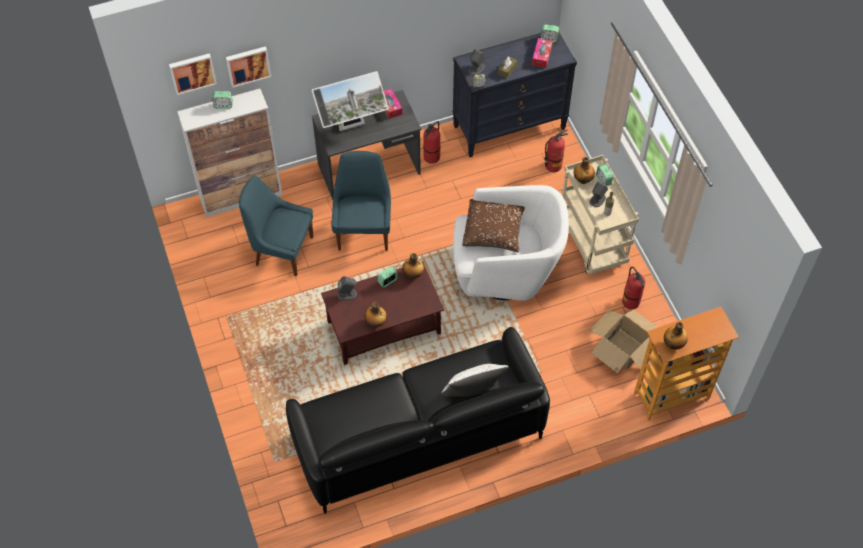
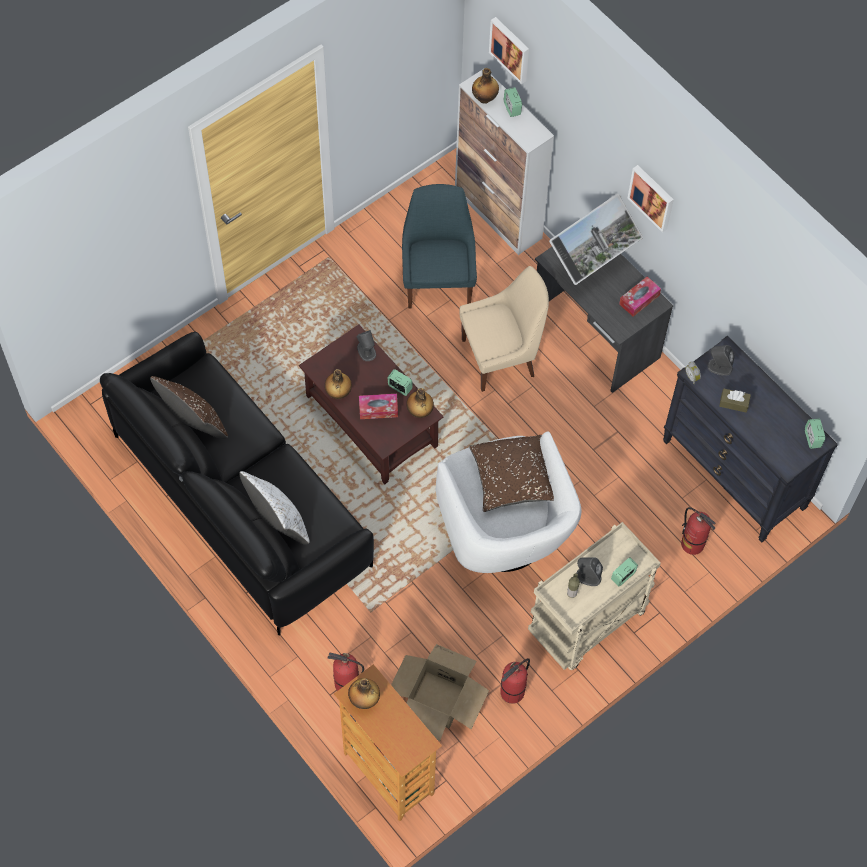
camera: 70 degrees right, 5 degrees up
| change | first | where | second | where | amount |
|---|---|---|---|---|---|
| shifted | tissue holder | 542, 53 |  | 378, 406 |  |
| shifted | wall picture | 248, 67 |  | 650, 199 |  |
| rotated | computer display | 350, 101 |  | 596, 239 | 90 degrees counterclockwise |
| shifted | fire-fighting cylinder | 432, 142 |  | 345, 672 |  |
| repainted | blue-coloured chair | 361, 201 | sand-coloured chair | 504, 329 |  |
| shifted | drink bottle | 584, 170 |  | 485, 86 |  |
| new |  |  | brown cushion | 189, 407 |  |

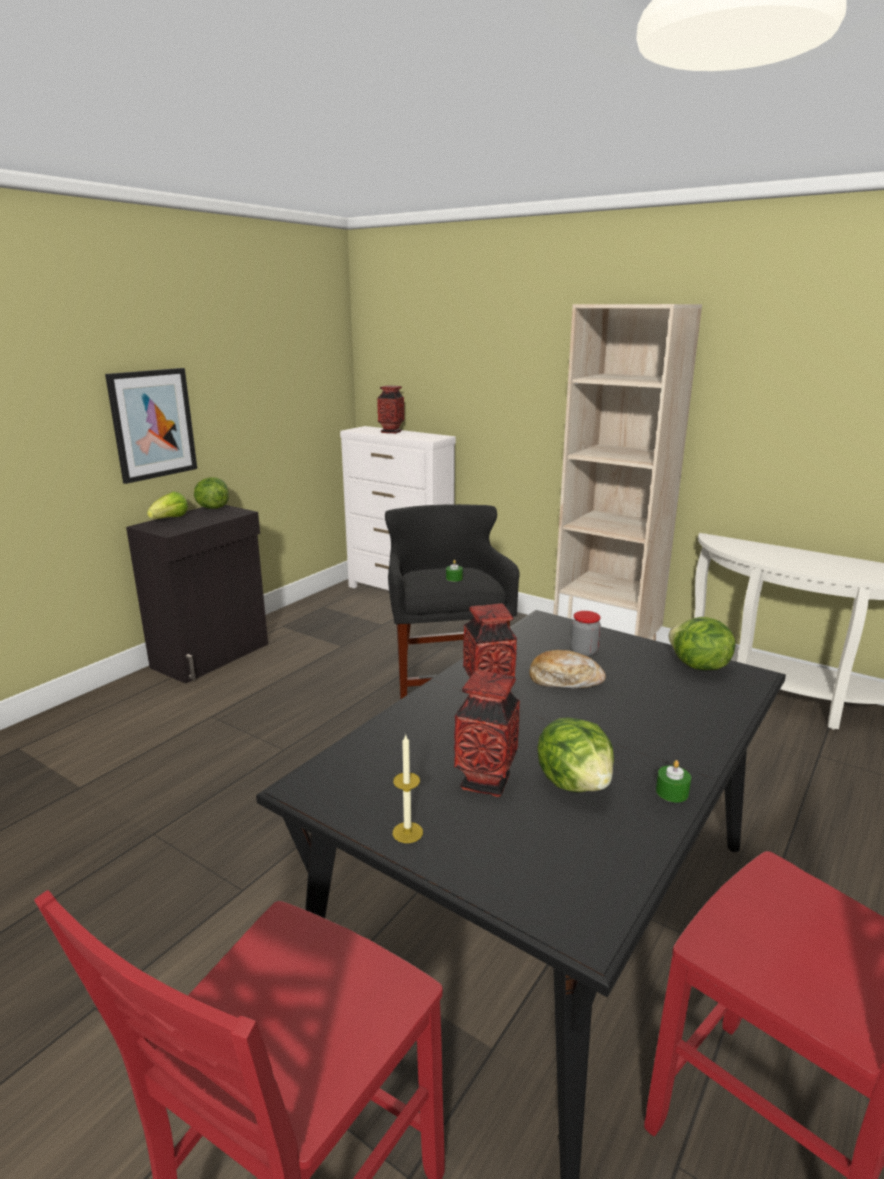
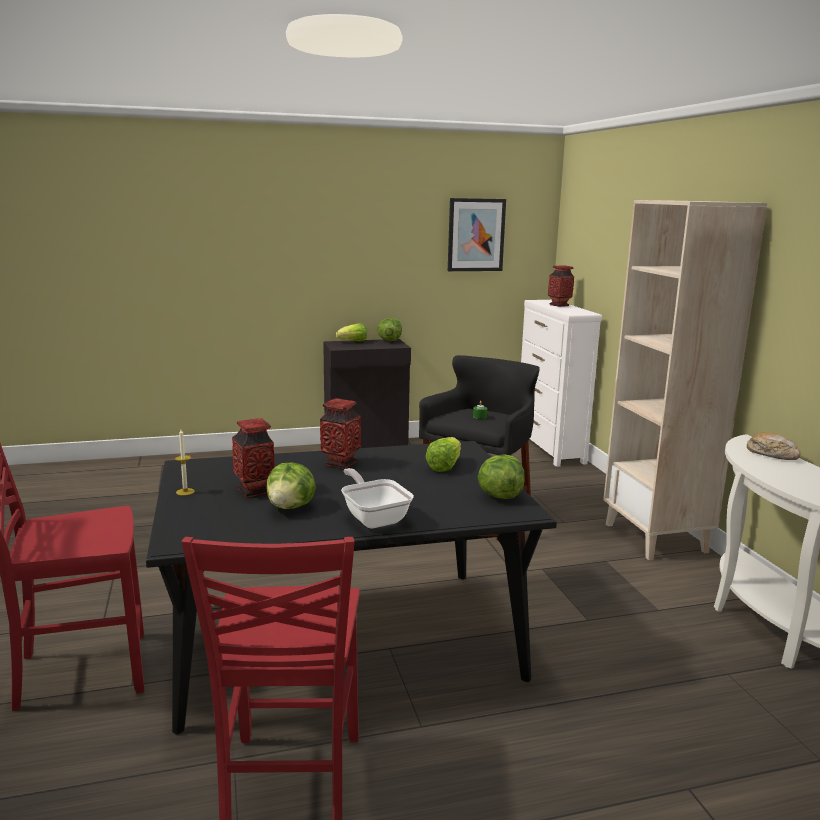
camera: 40 degrees right, 5 degrees down
| change | first | where | second | where | amount |
|---|---|---|---|---|---|
| shifted | wall picture | 151, 426 |  | 477, 234 |  |
| swapped | storage jar | 586, 634 | lettuce head | 443, 454 |  |
| shifted | bakery bread | 567, 669 |  | 774, 446 |  |
| gone | greenish wax light | 673, 781 |  |  |  |
| new |  |  | skillet | 377, 498 |  |

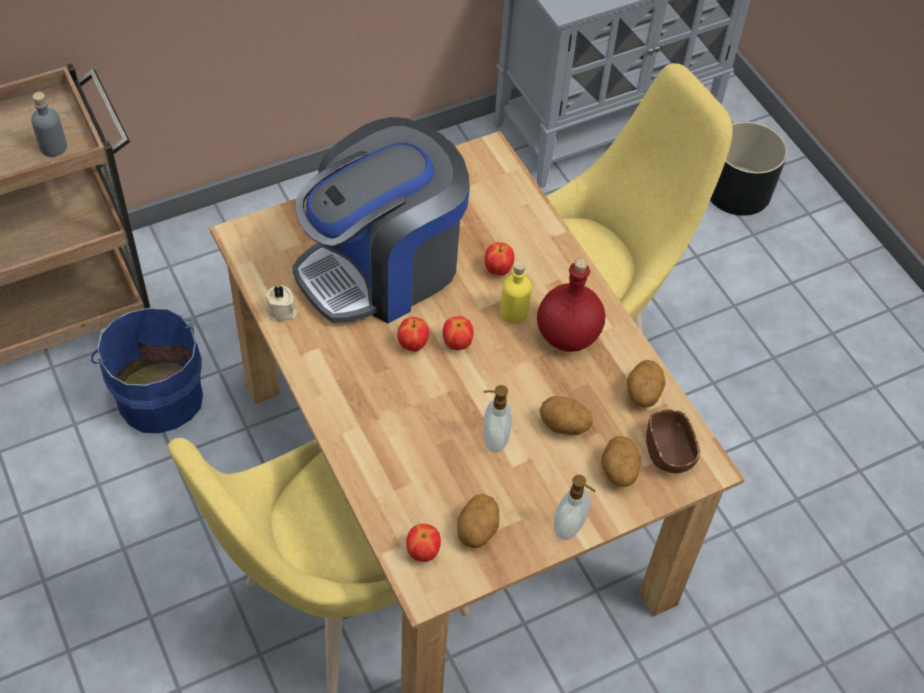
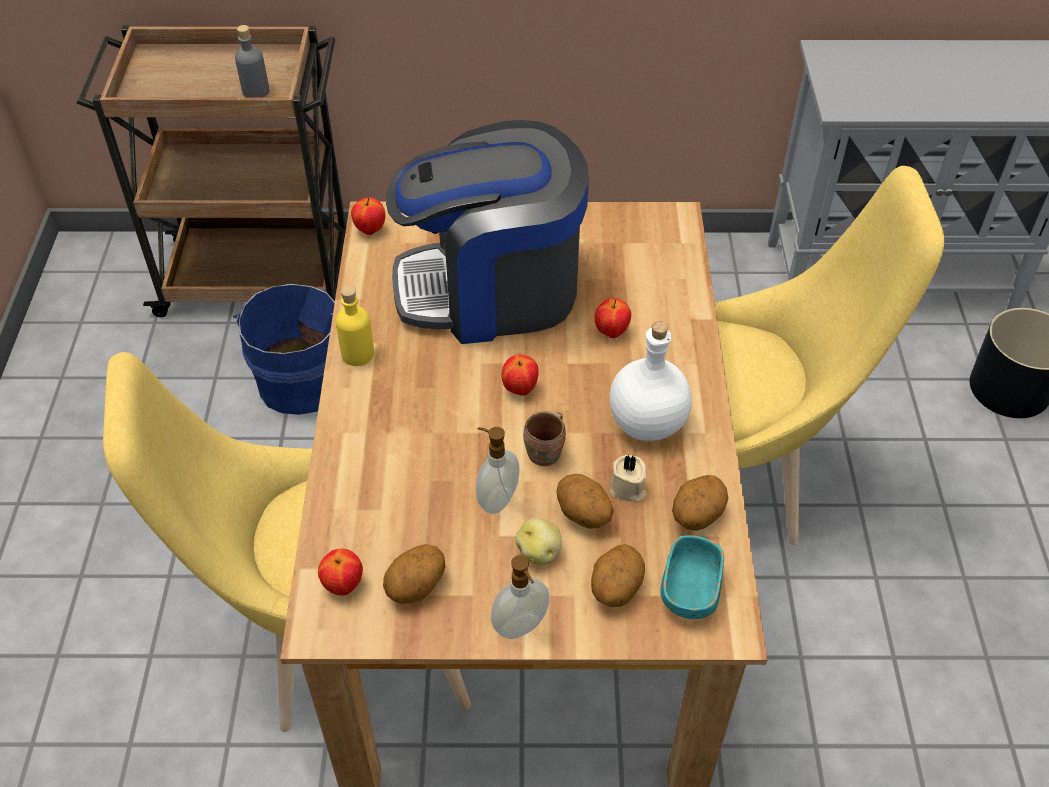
camera: 30 degrees right, 5 degrees down
| change | first | where | second | where | amount |
|---|---|---|---|---|---|
| repainted | red drink bottle | 571, 305 | white drink bottle | 650, 381 |  |
| shifted | yellow-coloured drink bottle | 516, 292 |  | 354, 326 |  |
| shifted | sand-coloured wax light | 282, 303 |  | 628, 479 |  |
| shifted | apple | 413, 334 |  | 368, 216 |  |
| repainted | brown serving bowl | 673, 441 | blue-green serving bowl | 692, 577 |  |
| new |  |  | brown coffee mug | 544, 439 |  |
| new |  |  | whole potato | 538, 541 |  |

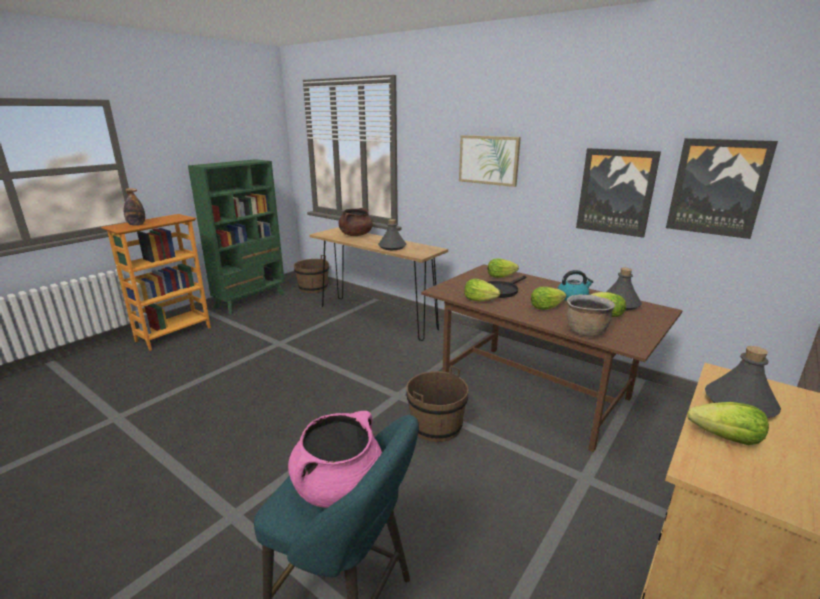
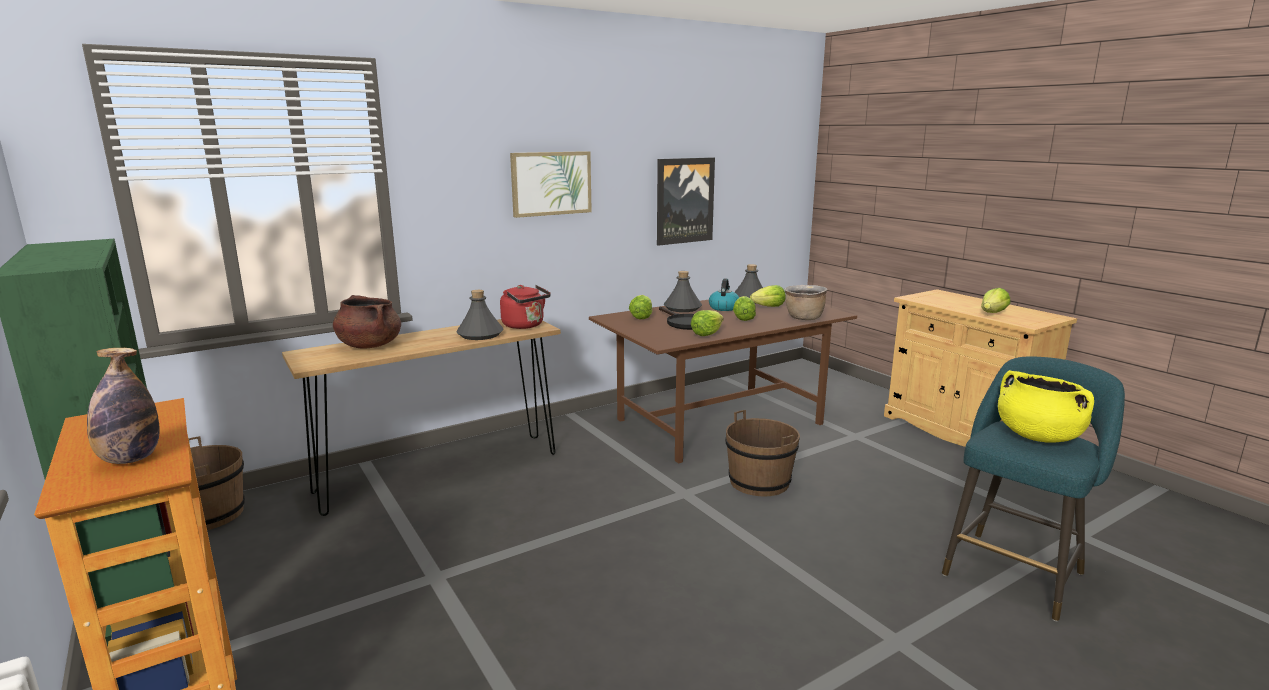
camera: 70 degrees left, 5 degrees down
| change | first | where | second | where | amount |
|---|---|---|---|---|---|
| gone | wall picture | 722, 188 |  |  |  |
| shifted | greyish drink bottle | 743, 382 |  | 683, 291 |  |
| repainted | pinkish stockpot | 335, 459 | yellow-coloured stockpot | 1046, 406 |  |
| new |  |  | red water kettle | 525, 307 |  |

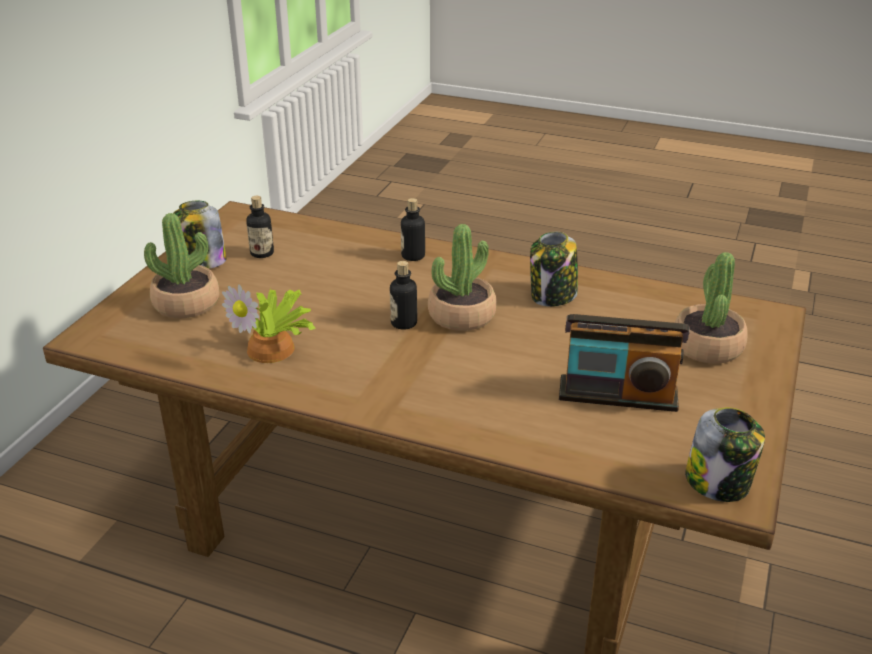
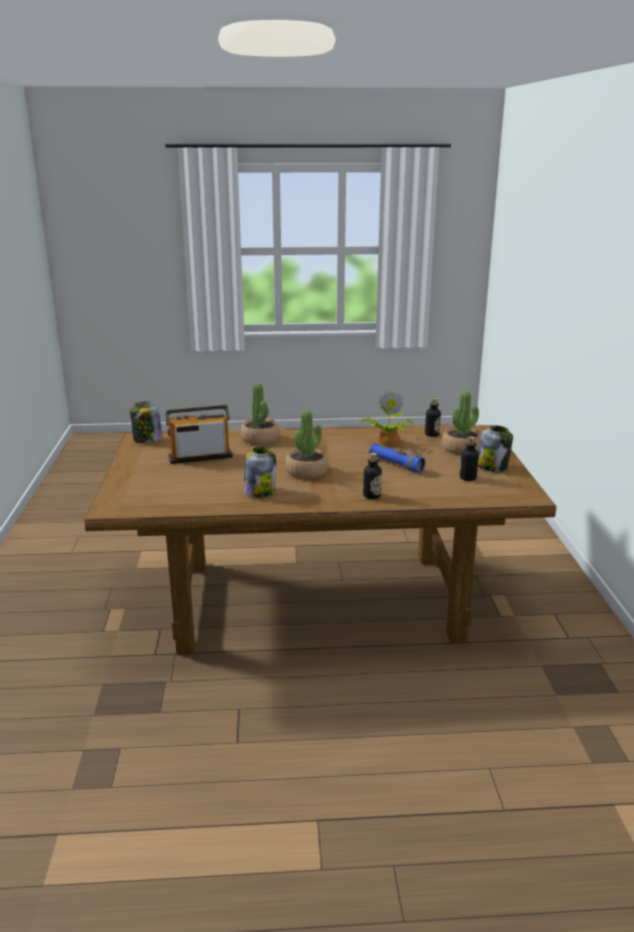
camera: 155 degrees right, 10 degrees down
| change | first | where | second | where | amount |
|---|---|---|---|---|---|
| shifted | potted plant | 711, 308 |  | 260, 414 |  |
| shifted | drink bottle | 403, 295 |  | 433, 417 |  |
| new |  |  | blue-coloured hand torch | 397, 458 |  |

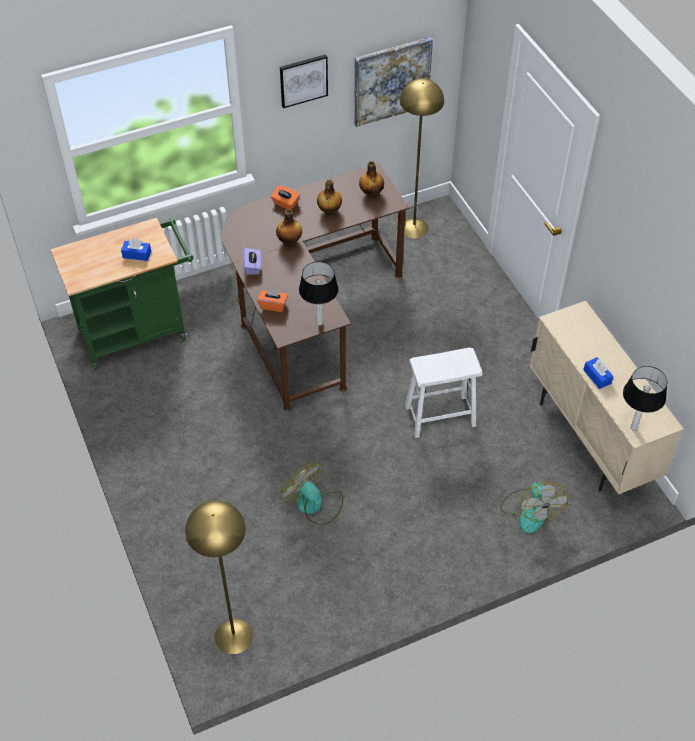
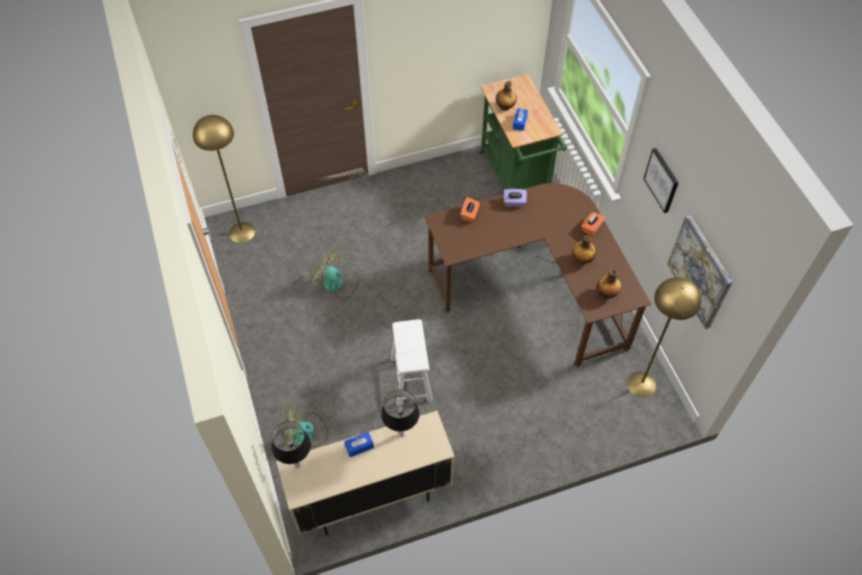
camera: 95 degrees right, 5 degrees up
| change | first | where | second | where | amount |
|---|---|---|---|---|---|
| shifted | drink bottle | 289, 227 |  | 506, 96 |  |
| shifted | lamp for a table | 318, 294 |  | 400, 413 |  |
| rotated | fan | 312, 493 |  | 335, 274 | 105 degrees counterclockwise |

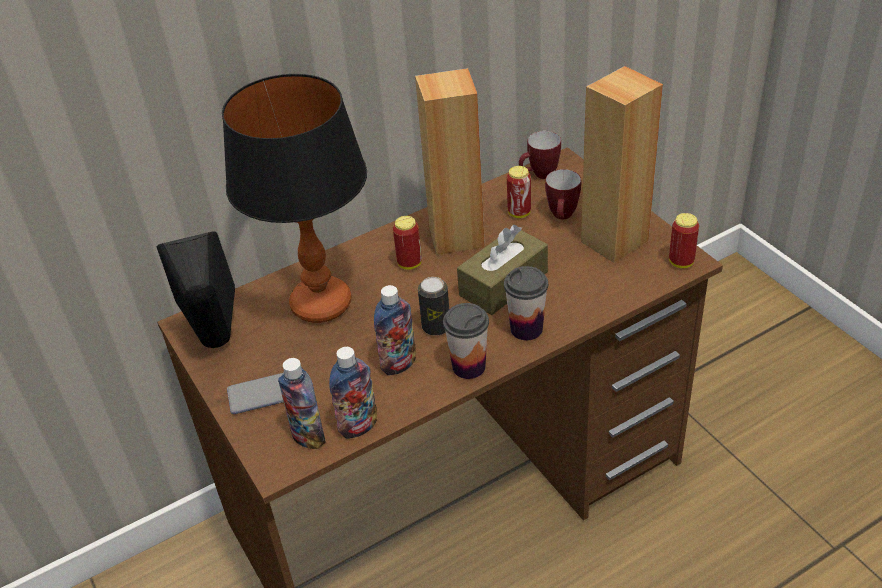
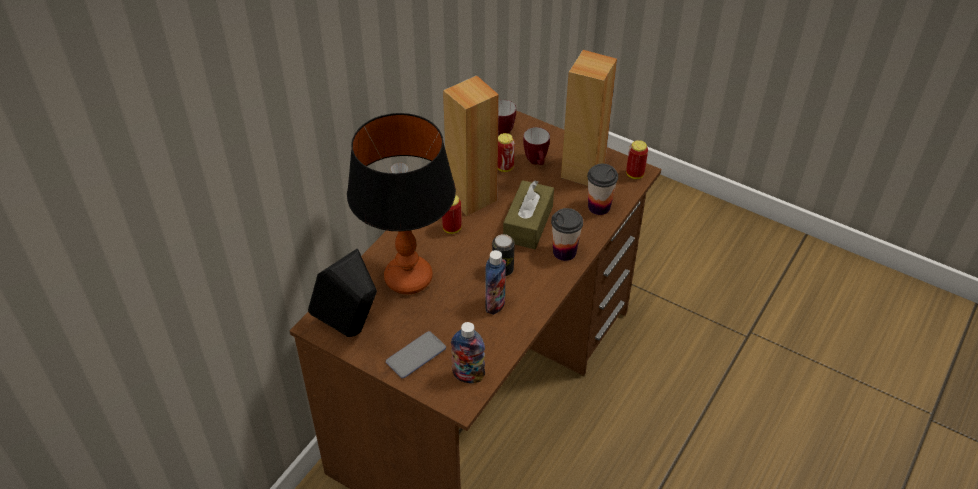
camera: 30 degrees left, 5 degrees up
| change | first | where | second | where | amount |
|---|---|---|---|---|---|
| shifted | drinking cup | 466, 341 |  | 602, 189 |  |
| gone | drink bottle | 353, 393 |  |  |  |

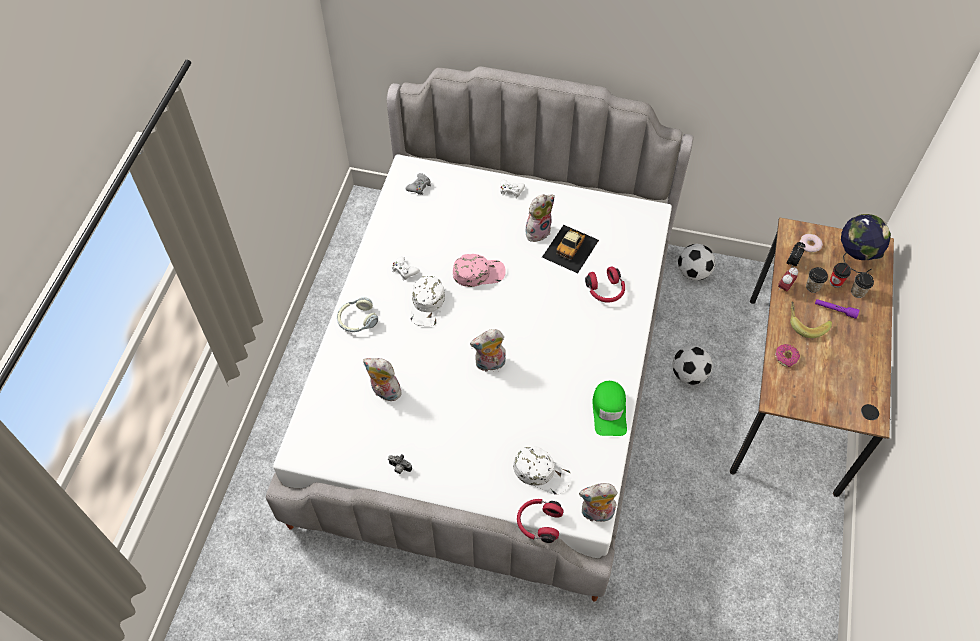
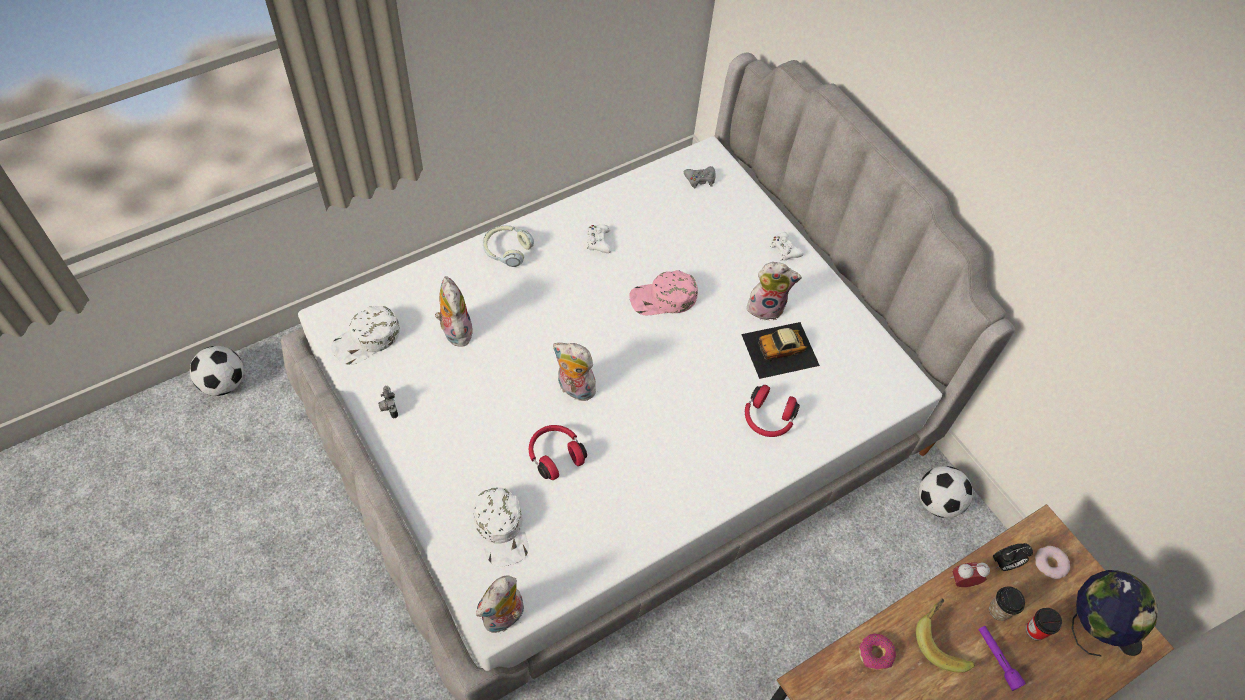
camera: 40 degrees right, 0 degrees up
| change | first | where | second | where | amount |
|---|---|---|---|---|---|
| rotated | pinkish cap | 479, 270 |  | 664, 292 | 135 degrees clockwise |
| gone | drinking cup | 862, 285 |  |  |  |
| shifted | white cap | 427, 301 |  | 365, 335 |  |
| shifted | football ball | 693, 365 |  | 217, 371 |  |
| gone | greenish cap | 610, 408 |  |  |  |
| rotated | cuddly toy | 598, 502 |  | 500, 604 | 90 degrees counterclockwise |
| shifted | red headphones | 540, 521 |  | 558, 452 |  |

